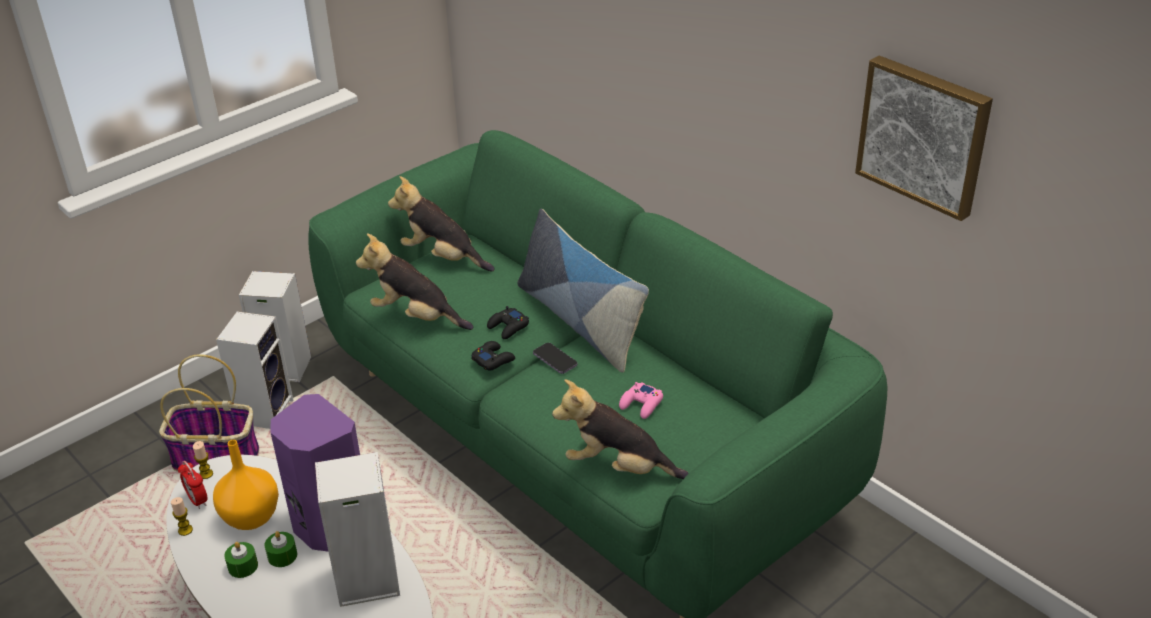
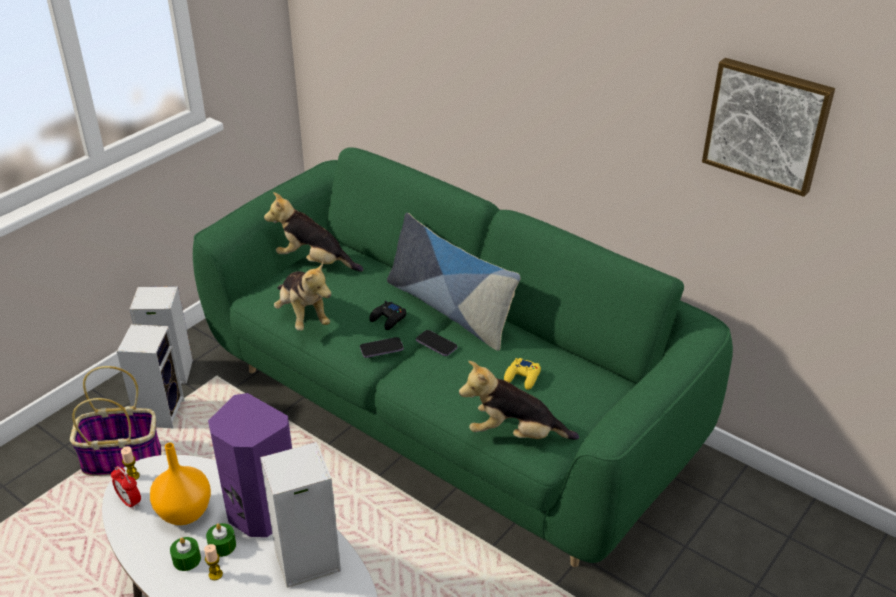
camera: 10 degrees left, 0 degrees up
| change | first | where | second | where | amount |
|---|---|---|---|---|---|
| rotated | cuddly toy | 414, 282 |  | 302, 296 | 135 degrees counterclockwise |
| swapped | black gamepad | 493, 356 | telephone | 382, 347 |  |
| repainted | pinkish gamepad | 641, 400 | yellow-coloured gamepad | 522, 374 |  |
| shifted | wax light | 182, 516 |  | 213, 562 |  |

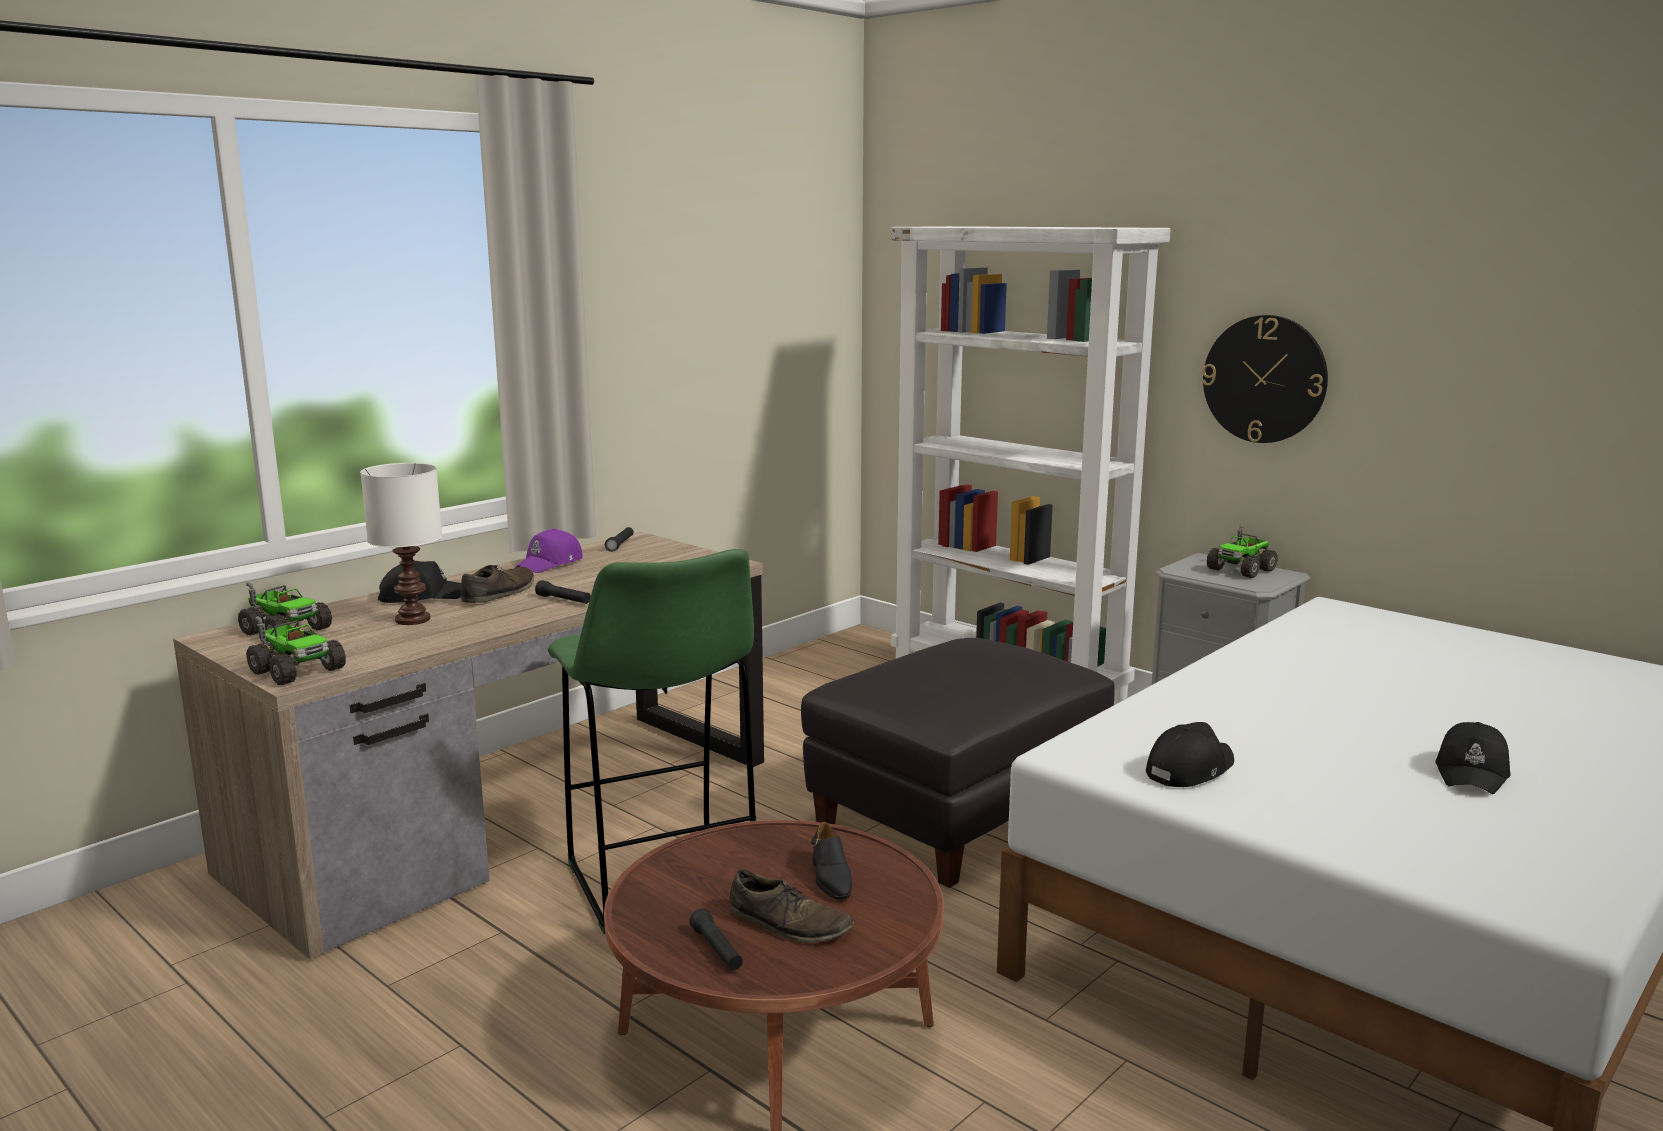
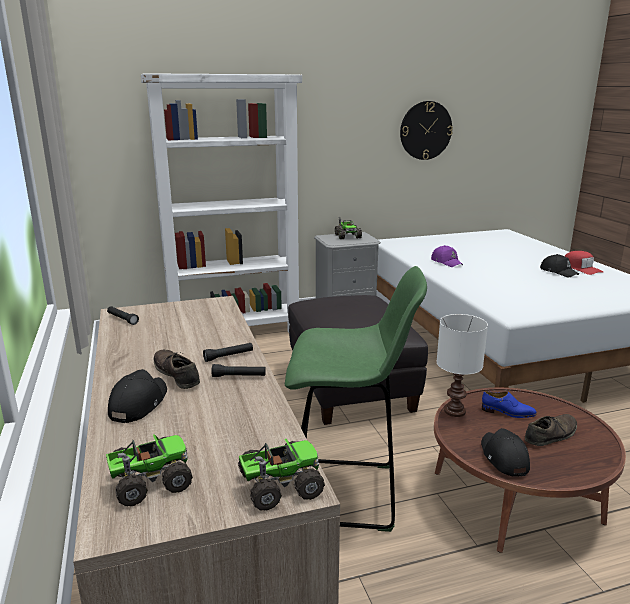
camera: 60 degrees left, 5 degrees up
| change | first | where | second | where | amount |
|---|---|---|---|---|---|
| shifted | clock on the wall | 1265, 379 |  | 426, 130 |  |
| shifted | white lamp for a table | 401, 544 |  | 462, 365 |  |
| shifted | purplish cap | 549, 550 |  | 447, 256 |  |
| shifted | black cap | 1190, 754 |  | 505, 452 |  |
| repainted | black low shoe | 831, 861 | blue-coloured low shoe | 509, 404 |  |
| shifted | black hand torch | 716, 939 |  | 238, 370 |  |
| new |  |  | red cap | 584, 263 |  |

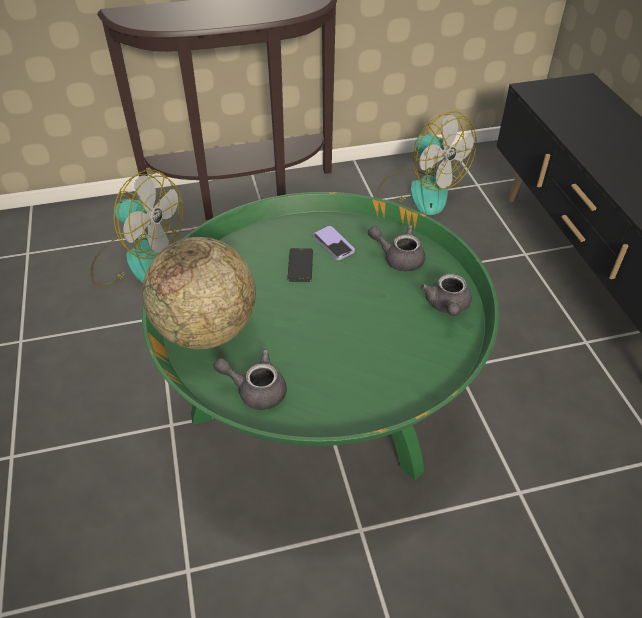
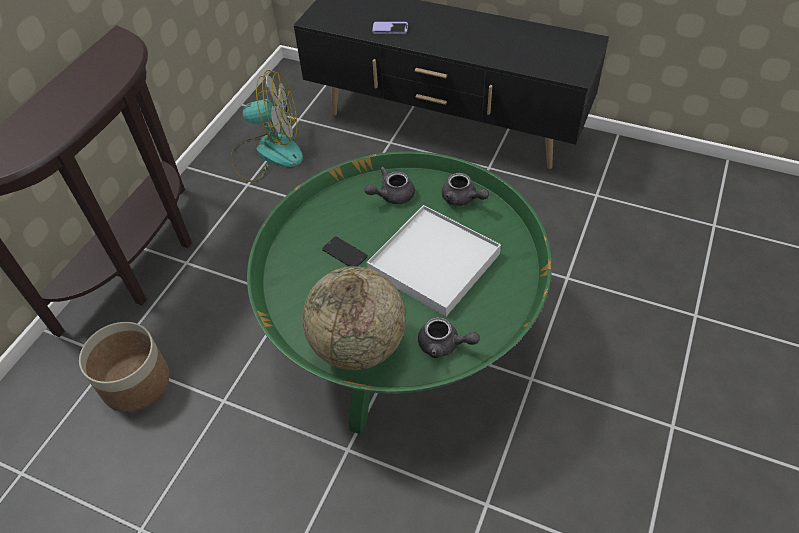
camera: 50 degrees left, 5 degrees up
| change | first | where | second | where | amount |
|---|---|---|---|---|---|
| swapped | fan | 136, 228 | plant pot | 124, 367 |  |
| shifted | telephone | 334, 243 |  | 390, 28 |  |
| rotated | greyish teapot | 250, 380 |  | 449, 337 | 120 degrees counterclockwise |
| new |  |  | white tray | 434, 261 |  |

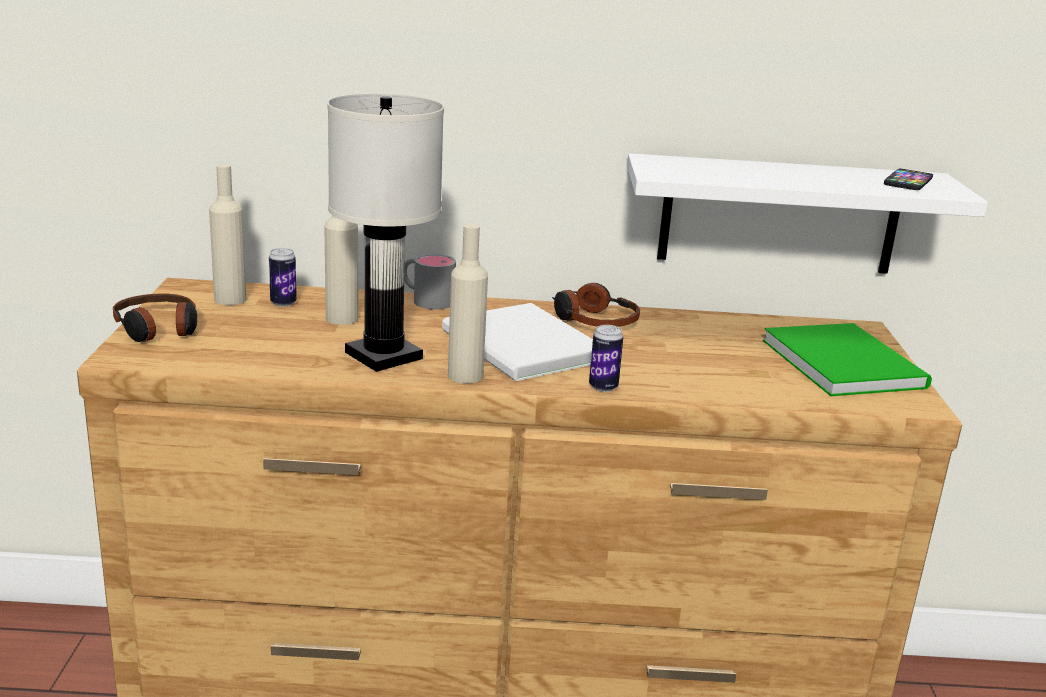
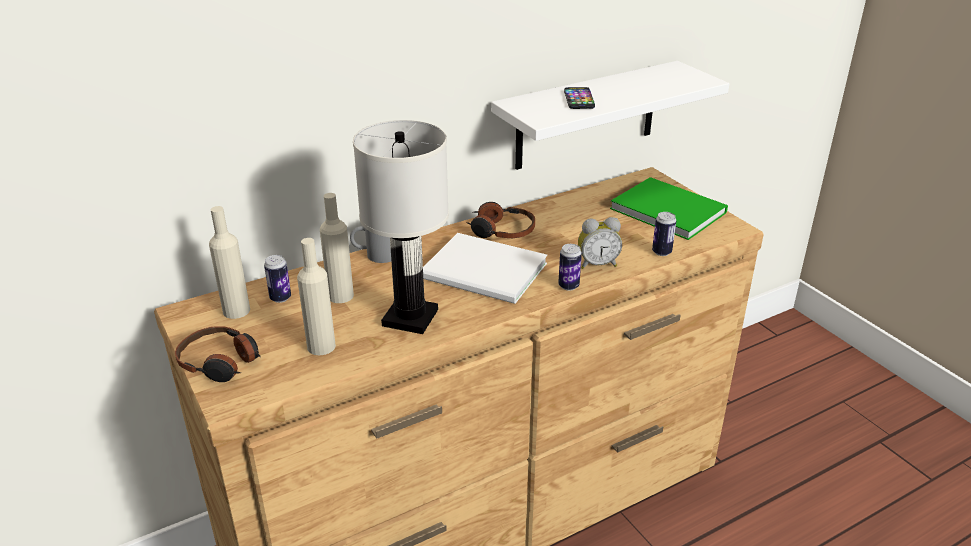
camera: 30 degrees left, 10 degrees up
| change | first | where | second | where | amount |
|---|---|---|---|---|---|
| shifted | telephone | 908, 179 |  | 579, 98 |  |
| shifted | sand-coloured drink bottle | 468, 303 |  | 316, 296 |  |
| new |  |  | sealed can | 664, 234 |  |
| new |  |  | bedside clock | 600, 243 |  |

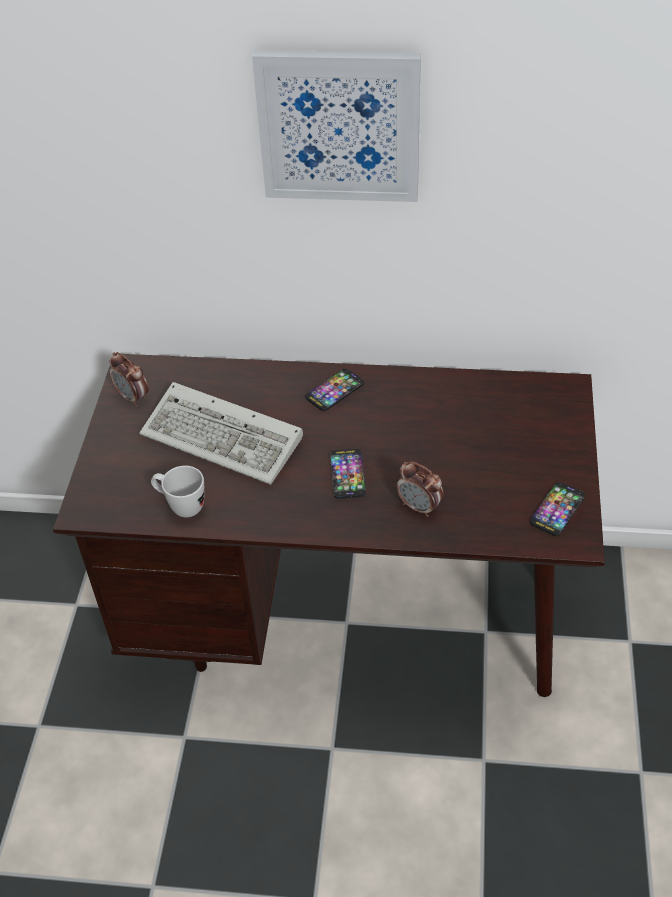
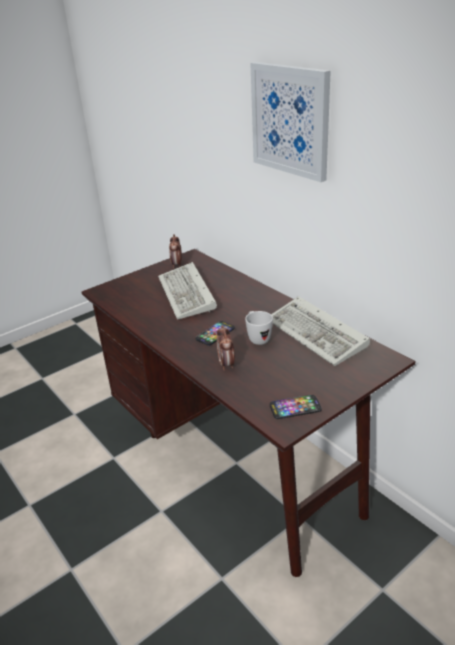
camera: 45 degrees right, 15 degrees down
| change | first | where | second | where | amount |
|---|---|---|---|---|---|
| gone | telephone | 335, 390 |  |  |  |
| shifted | white coffee mug | 178, 491 |  | 259, 328 |  |
| new |  |  | PC keyboard | 320, 331 |  |

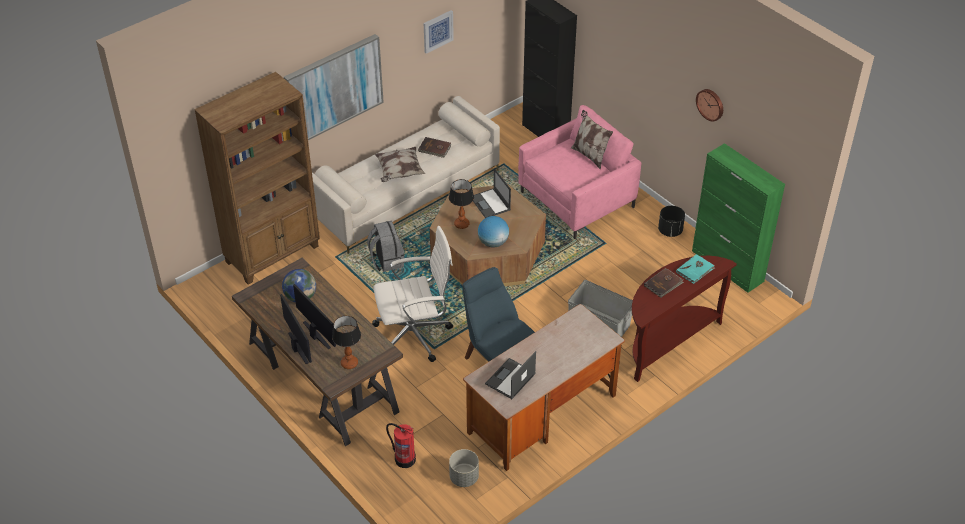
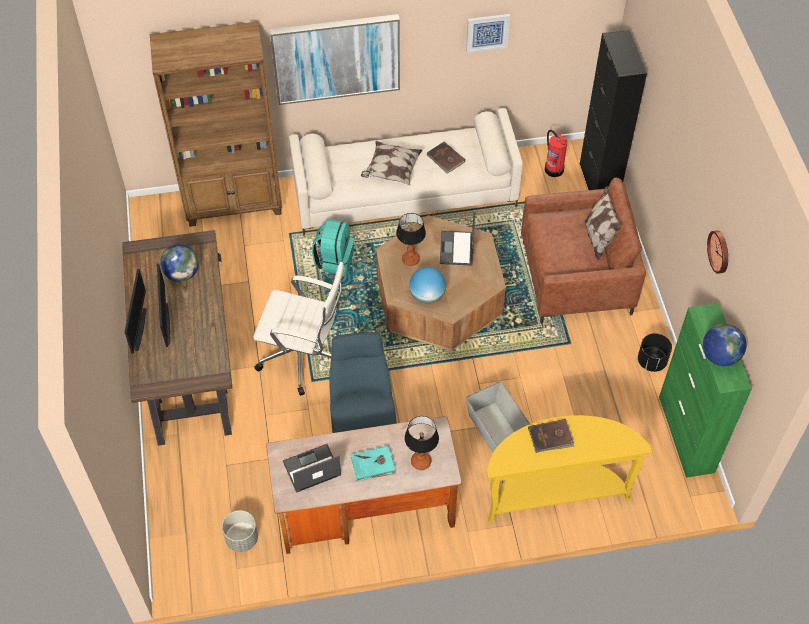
camera: 30 degrees right, 10 degrees up
| change | first | where | second | where | amount |
|---|---|---|---|---|---|
| repainted | pinkish easy chair | 579, 172 | brown easy chair | 583, 251 |  |
| repainted | greyish backpack | 385, 246 | blue-green backpack | 333, 247 |  |
| shifted | blue-green bound book | 695, 269 |  | 373, 463 |  |
| repainted | brown narrow table | 684, 319 | yellow-coloured narrow table | 569, 469 |  |
| shifted | lamp for a table | 346, 342 |  | 421, 443 |  |
| shifted | fire-fighting cylinder | 401, 445 |  | 556, 153 |  |
| new |  |  | world globe | 725, 345 |  |

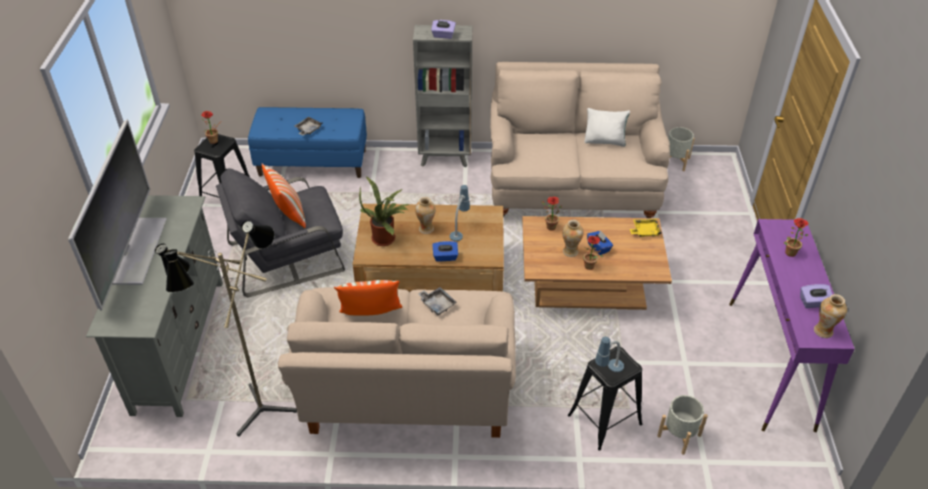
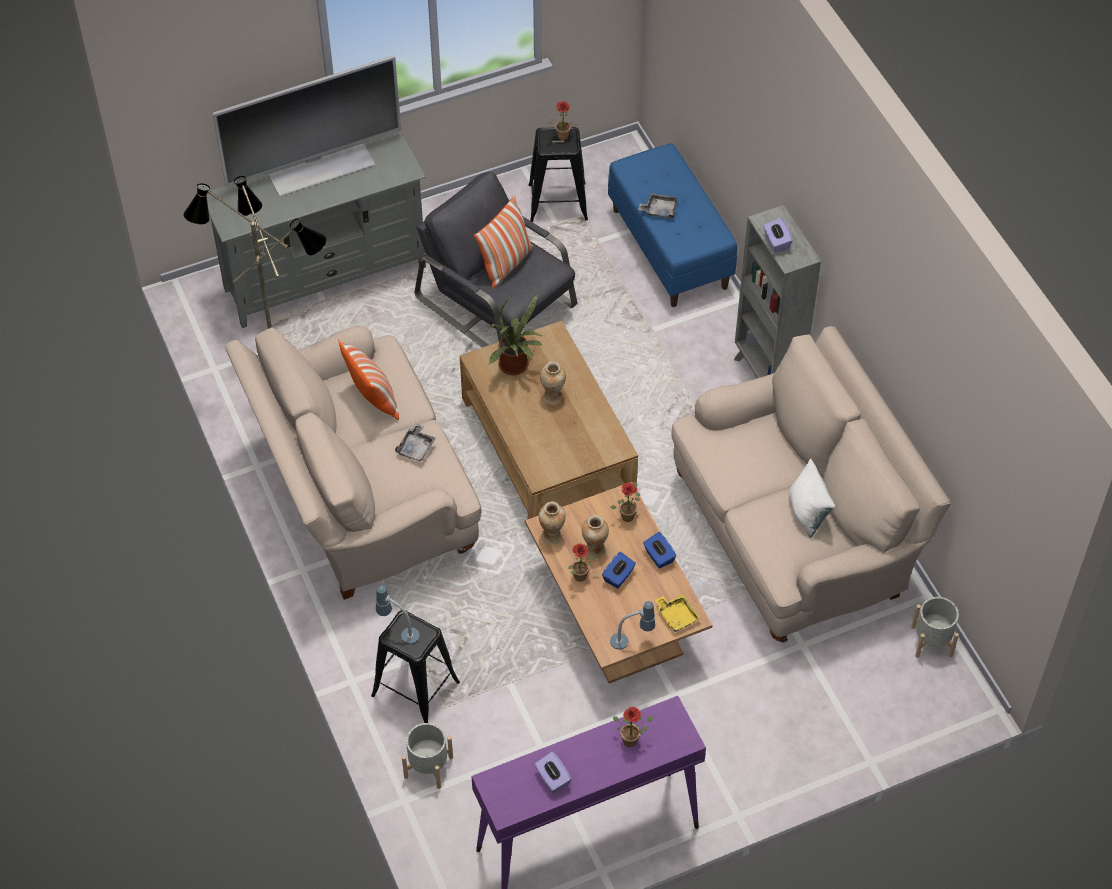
camera: 65 degrees right, 10 degrees up
| change | first | where | second | where | amount |
|---|---|---|---|---|---|
| shifted | lamp for a table | 459, 213 |  | 633, 625 |  |
| shifted | blue-coloured tissue holder | 445, 251 |  | 659, 550 |  |
| shifted | flower vase | 830, 316 |  | 552, 522 |  |

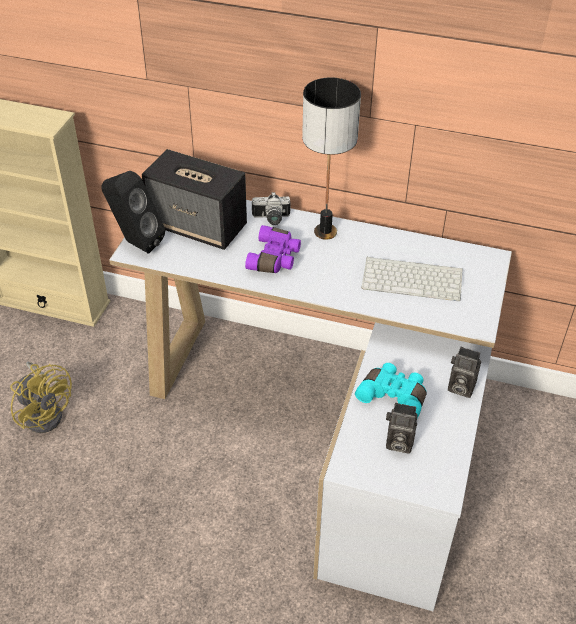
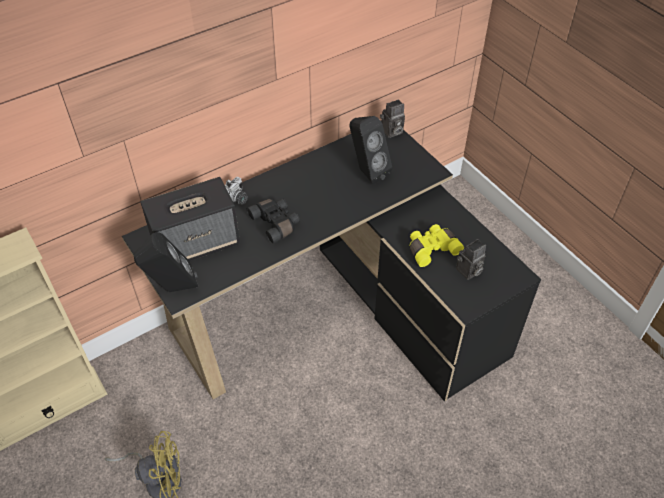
camera: 50 degrees left, 5 degrees up
| change | first | where | second | where | amount |
|---|---|---|---|---|---|
| gone | lamp for a table | 331, 158 |  |  |  |
| repainted | white desk unit | 310, 405 | black desk unit | 331, 261 |  |
| repainted | purplish binoculars | 273, 249 | black binoculars | 273, 221 |  |
| swapped | PC keyboard | 412, 279 | black loudspeaker | 370, 150 |  |
| shifted | still camera | 464, 372 |  | 392, 118 |  |
| repainted | blue-green binoculars | 391, 390 | yellow-coloured binoculars | 436, 245 |  |

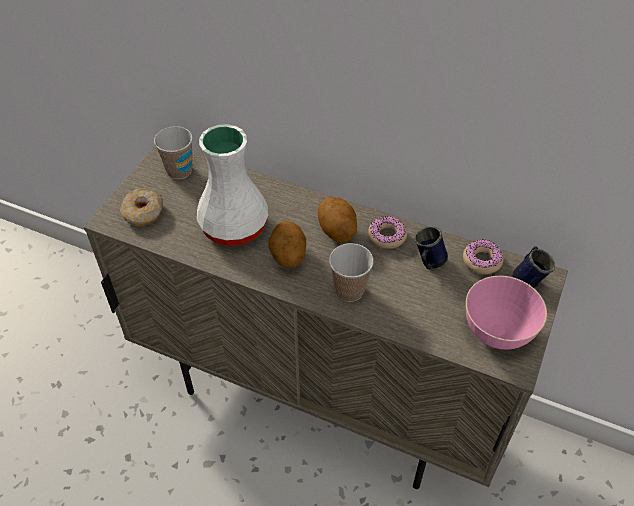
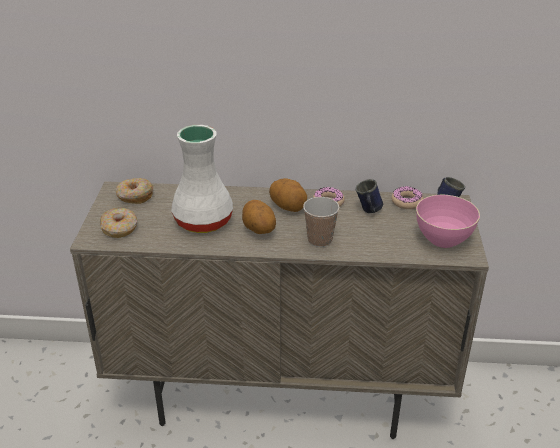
camera: 20 degrees left, 15 degrees down
| change | first | where | second | where | amount |
|---|---|---|---|---|---|
| swapped | drinking cup | 173, 152 | donut | 134, 191 |  |

